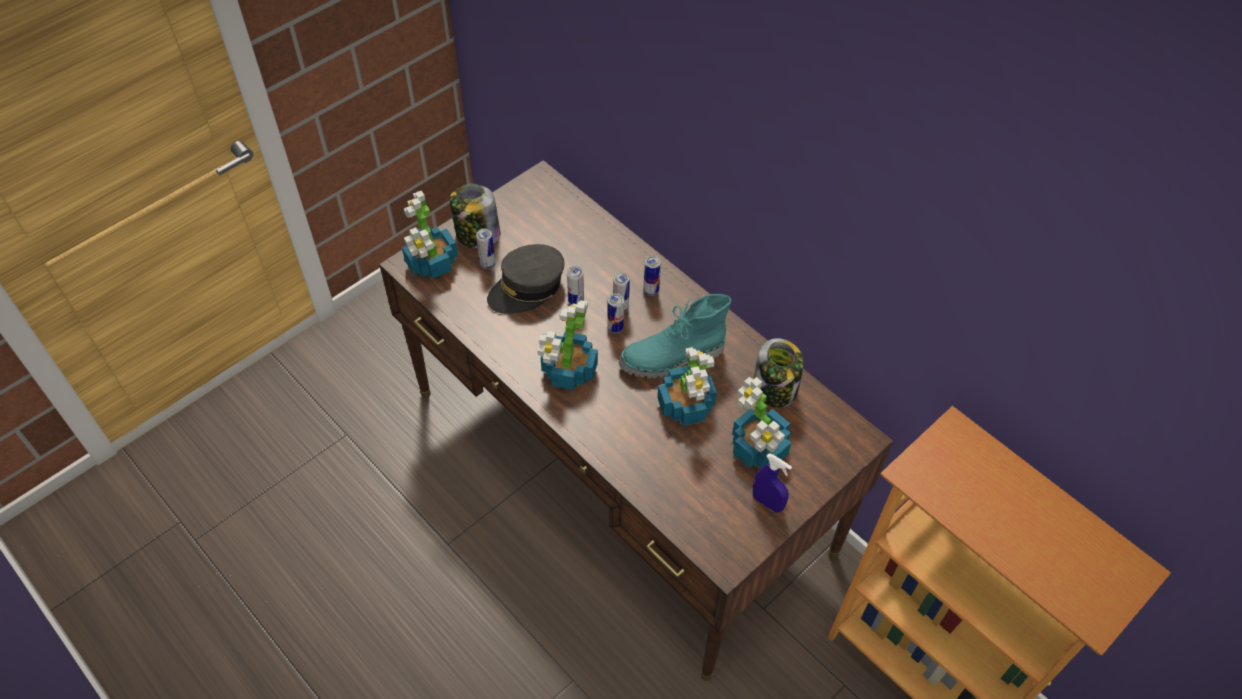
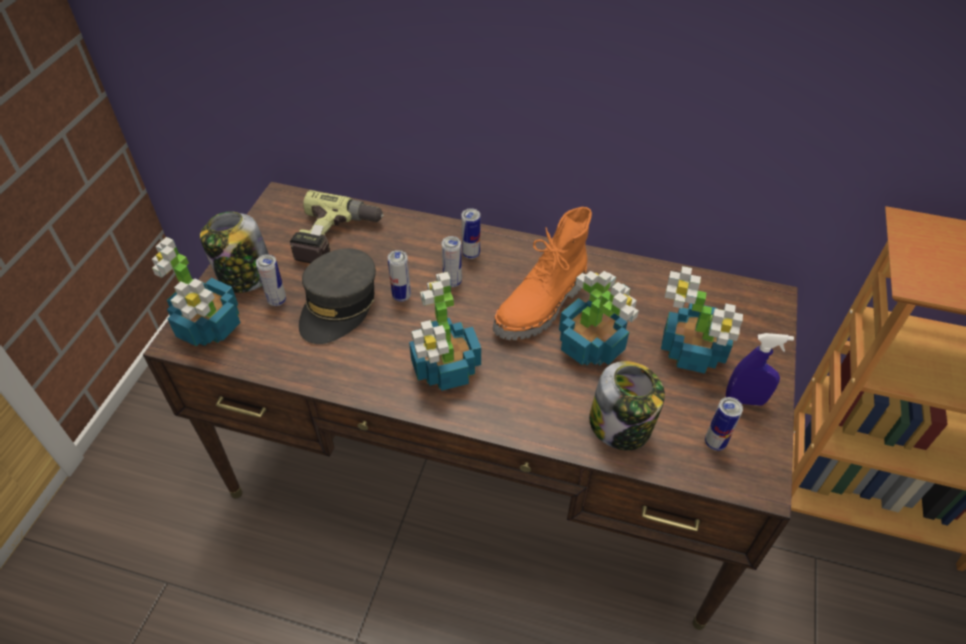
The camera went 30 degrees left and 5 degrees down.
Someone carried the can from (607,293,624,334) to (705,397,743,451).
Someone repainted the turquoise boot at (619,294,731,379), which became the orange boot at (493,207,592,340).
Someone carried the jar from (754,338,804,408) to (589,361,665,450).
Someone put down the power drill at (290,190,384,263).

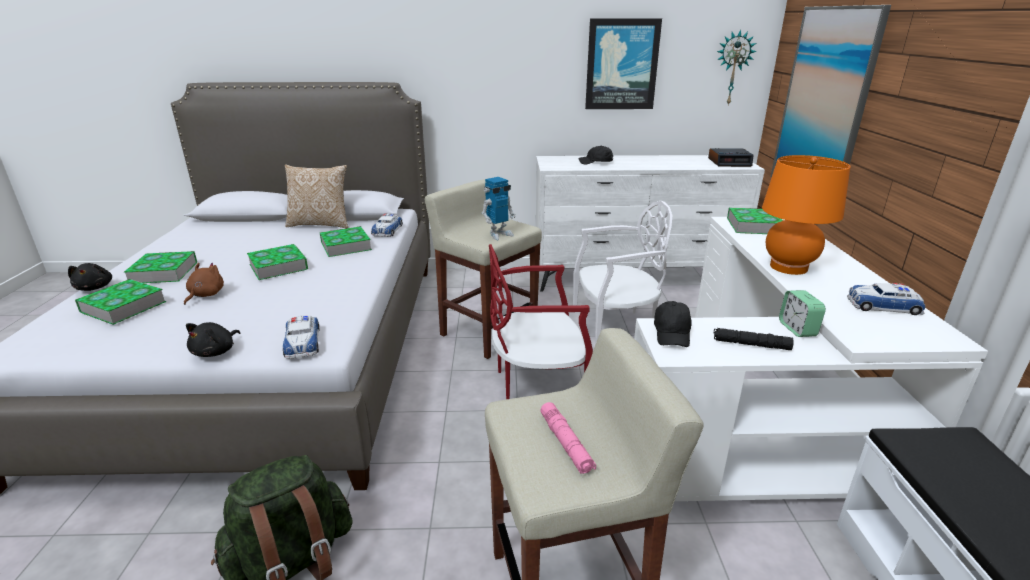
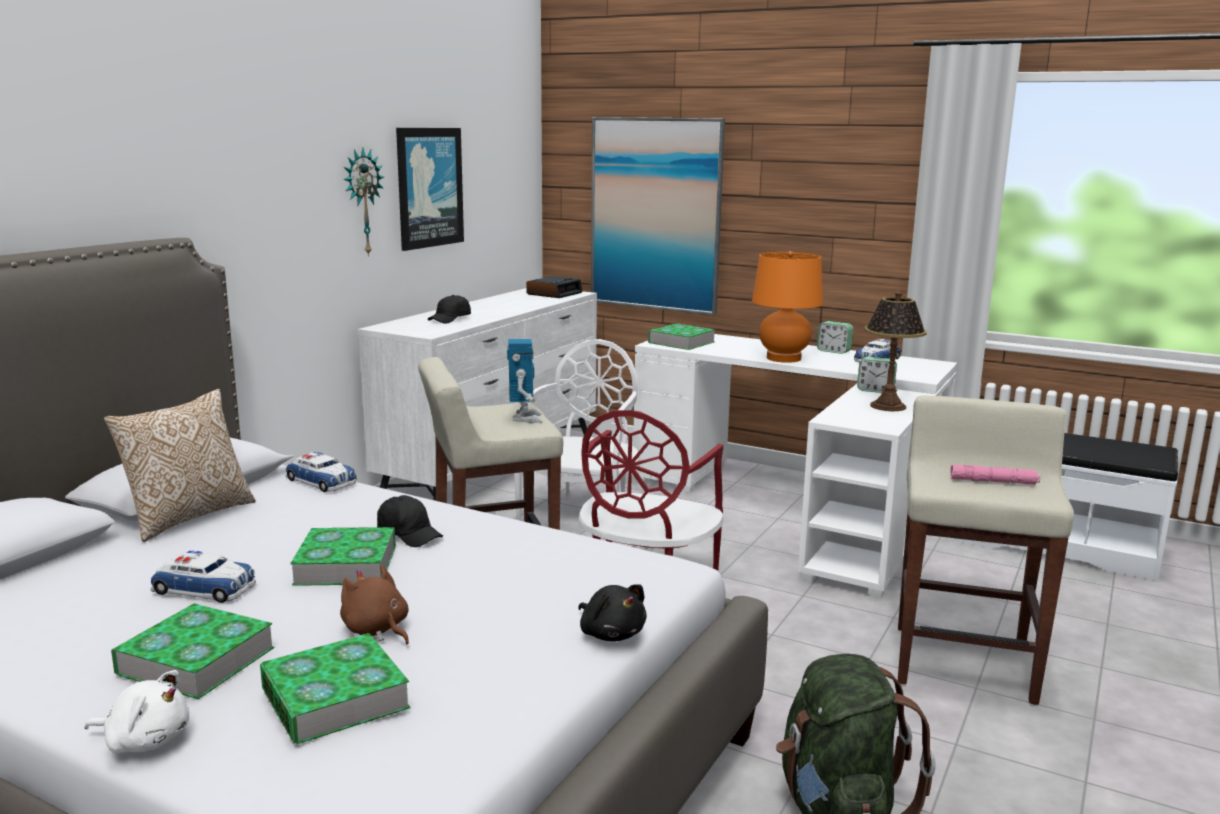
The camera went 60 degrees left and 10 degrees down.
Someone carried the wall clock from (717,29,757,105) to (343,148,384,256).
Someone took away the book at (320,226,372,257).
Someone repainted the black plush toy at (68,263,112,291), which became the white plush toy at (85,670,189,754).
Someone carried the black cap from (654,301,692,347) to (377,495,443,547).
Someone carried the toy car from (283,316,319,359) to (150,551,256,603).
Someone swapped the black flashlight at (714,328,794,350) for the table lamp at (864,291,927,411).
Someone put down the alarm clock at (817,321,853,354).

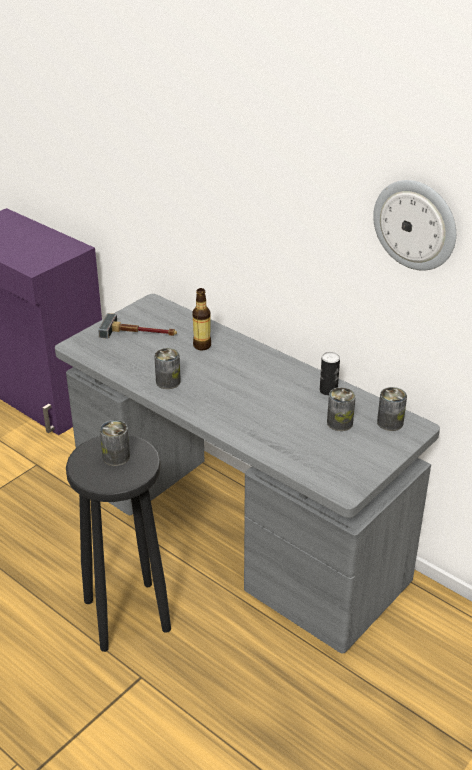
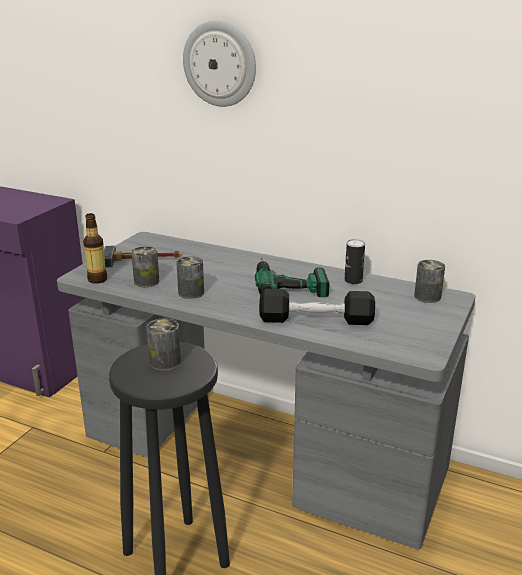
The camera went 15 degrees left and 10 degrees down.
Someone carried the wall clock from (373,180,456,271) to (183,20,256,107).
Someone carried the bottle from (192,288,211,350) to (83,213,107,284).
Someone carried the can from (327,387,356,431) to (131,246,159,287).
Someone put down the power drill at (255,258,330,297).
Someone put down the black dumbbell at (259,289,375,325).

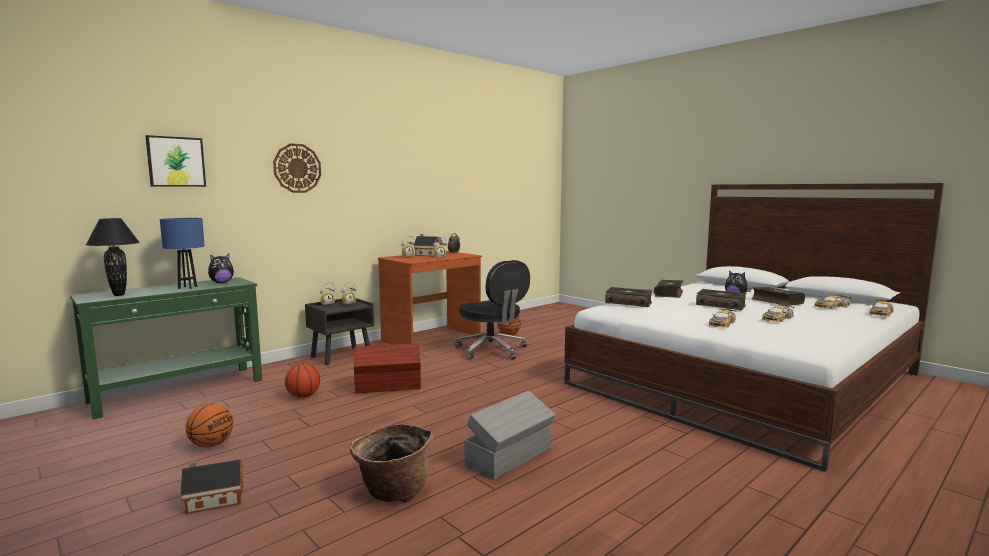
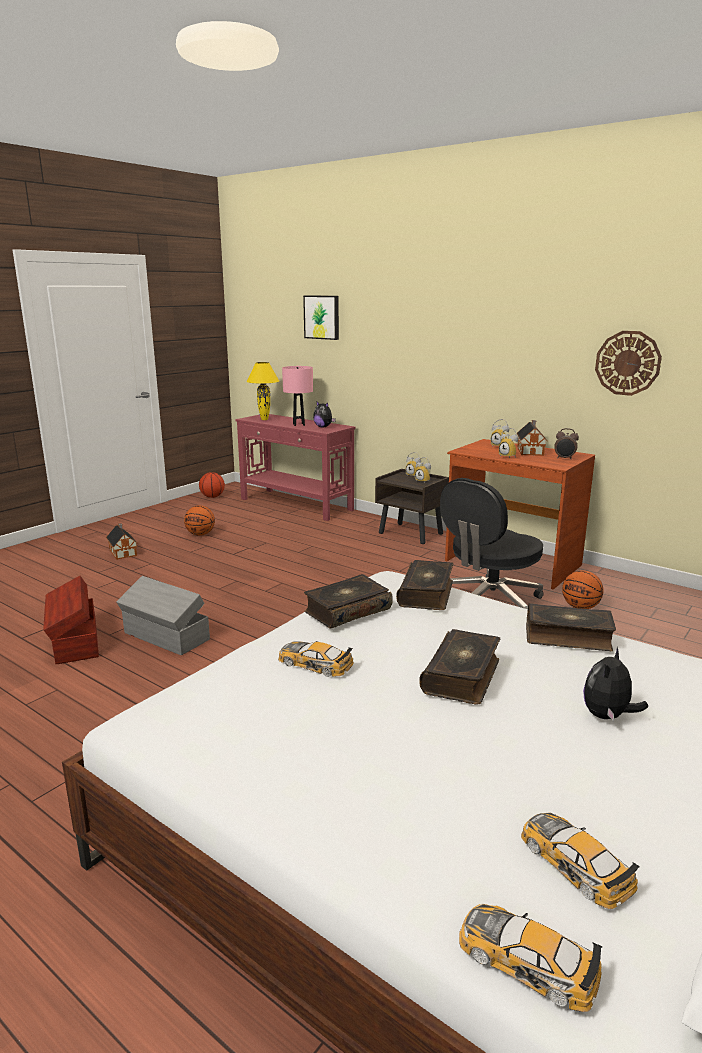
The camera went 80 degrees right and 10 degrees up.
Someone carried the wall clock from (273,143,321,193) to (595,331,662,396).
Someone repainted the black table lamp at (86,218,140,296), which became the yellow table lamp at (247,362,279,420).
Someone repainted the blue table lamp at (160,218,205,289), which became the pink table lamp at (282,366,313,426).
Someone repainted the green console table at (70,277,262,420), which became the red console table at (236,414,356,521).
Someone carried the book from (752,287,805,306) to (304,574,393,629).
Someone took away the toy car at (762,305,794,322).
Someone carried the brown storage box from (354,343,421,393) to (43,576,99,664).
Someone carried the basketball from (285,363,320,398) to (199,472,225,498).
Someone took away the basket at (350,424,433,503).

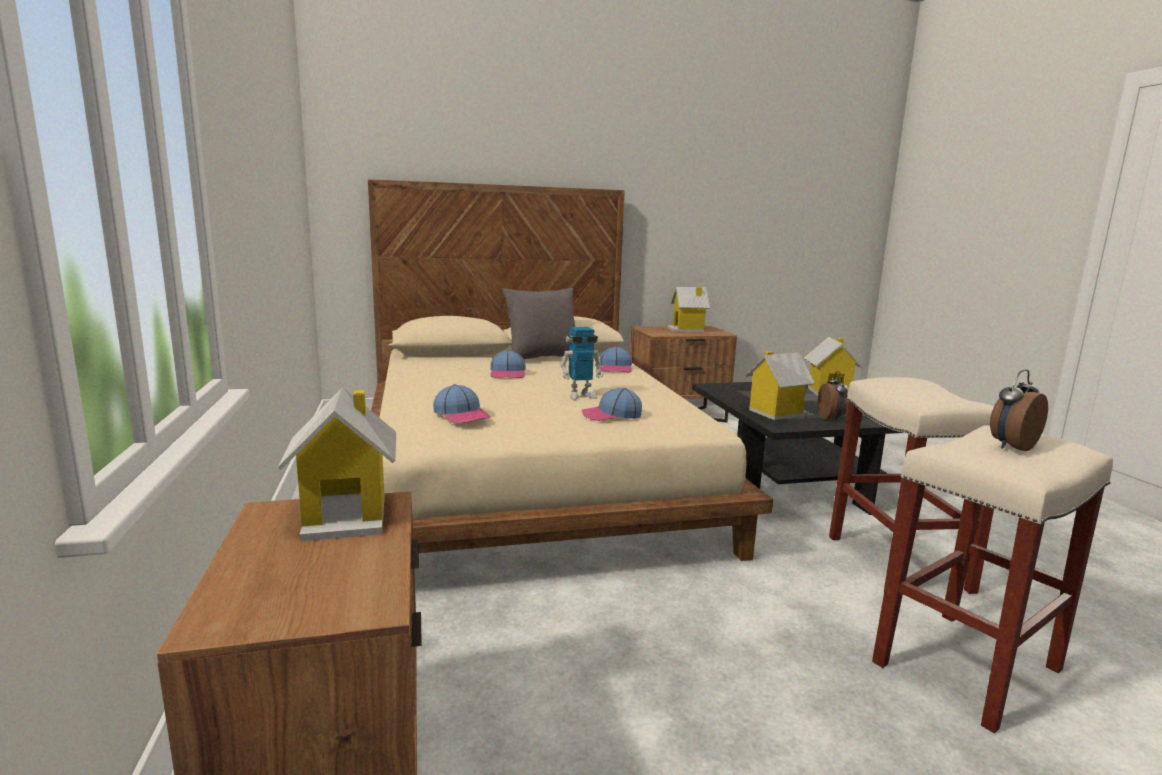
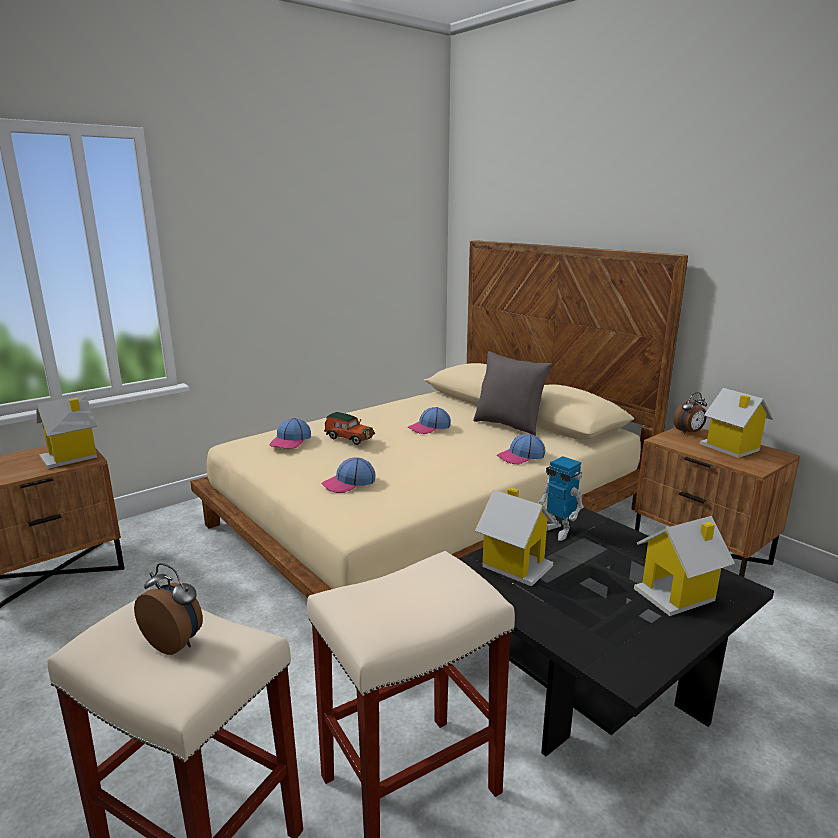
The camera went 65 degrees right and 5 degrees up.
Someone carried the toy robot from (560,327,603,400) to (537,456,583,541).
Someone carried the alarm clock from (818,371,849,422) to (674,392,707,434).
Someone rotated the cap at (582,388,642,421) by 90 degrees counterclockwise.
Someone put down the toy car at (324,412,375,445).

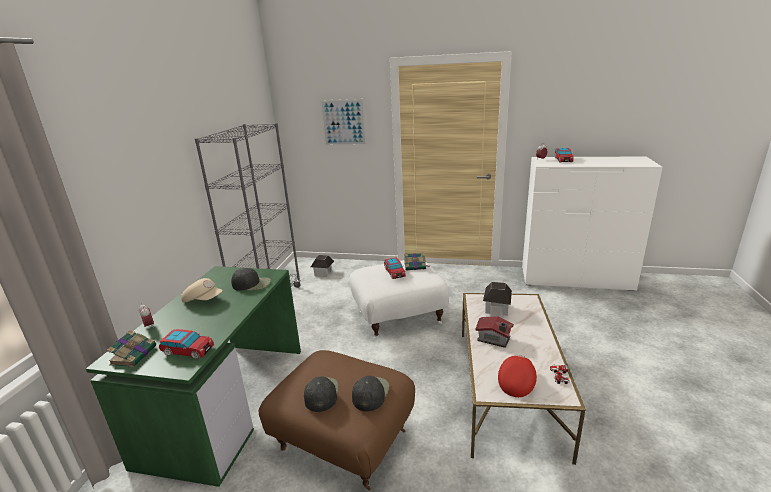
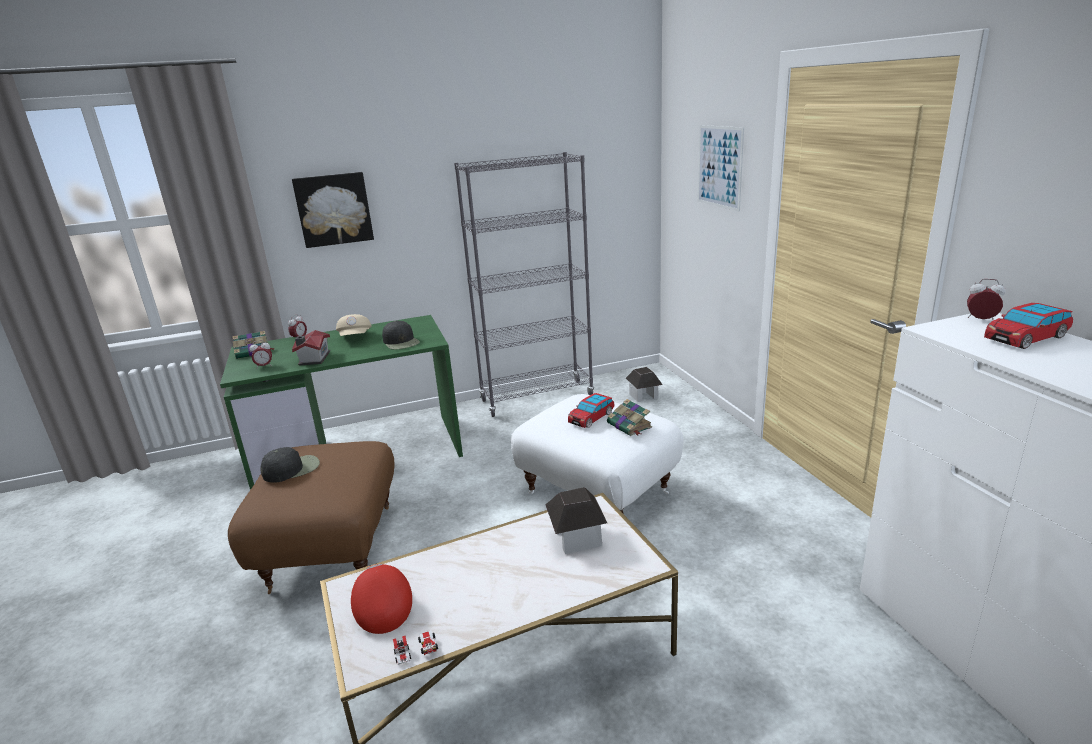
The camera went 60 degrees right and 0 degrees up.
Someone carried the toy house from (475,316,514,348) to (292,330,330,366).
Someone swapped the toy car at (159,329,214,359) for the alarm clock at (249,340,272,369).
Someone rotated the red cap at (498,355,537,397) by 105 degrees counterclockwise.
Someone took away the black cap at (352,376,389,411).
Someone put up the picture at (292,172,374,248).

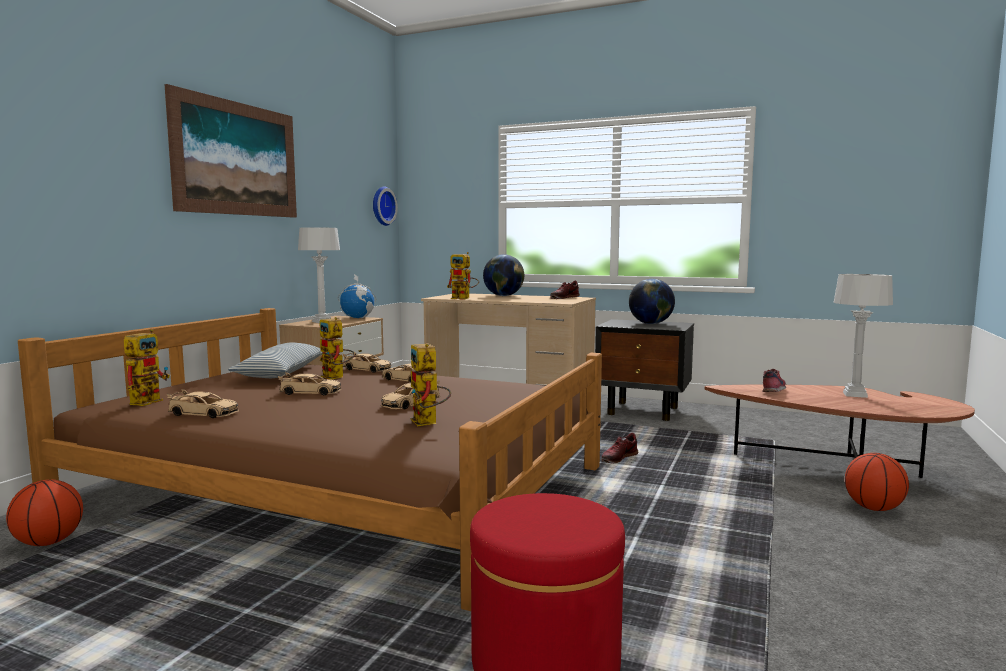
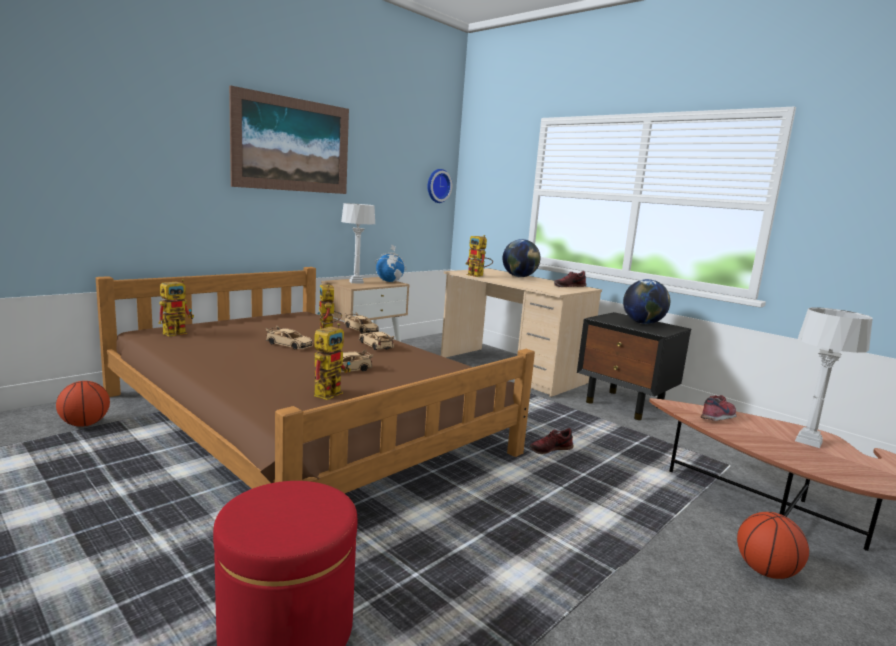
The camera went 20 degrees right and 5 degrees up.
Someone took away the pillow at (228,342,323,378).
Someone rotated the toy robot at (410,343,451,426) by 150 degrees counterclockwise.
Someone took away the beige toy car at (167,389,239,418).

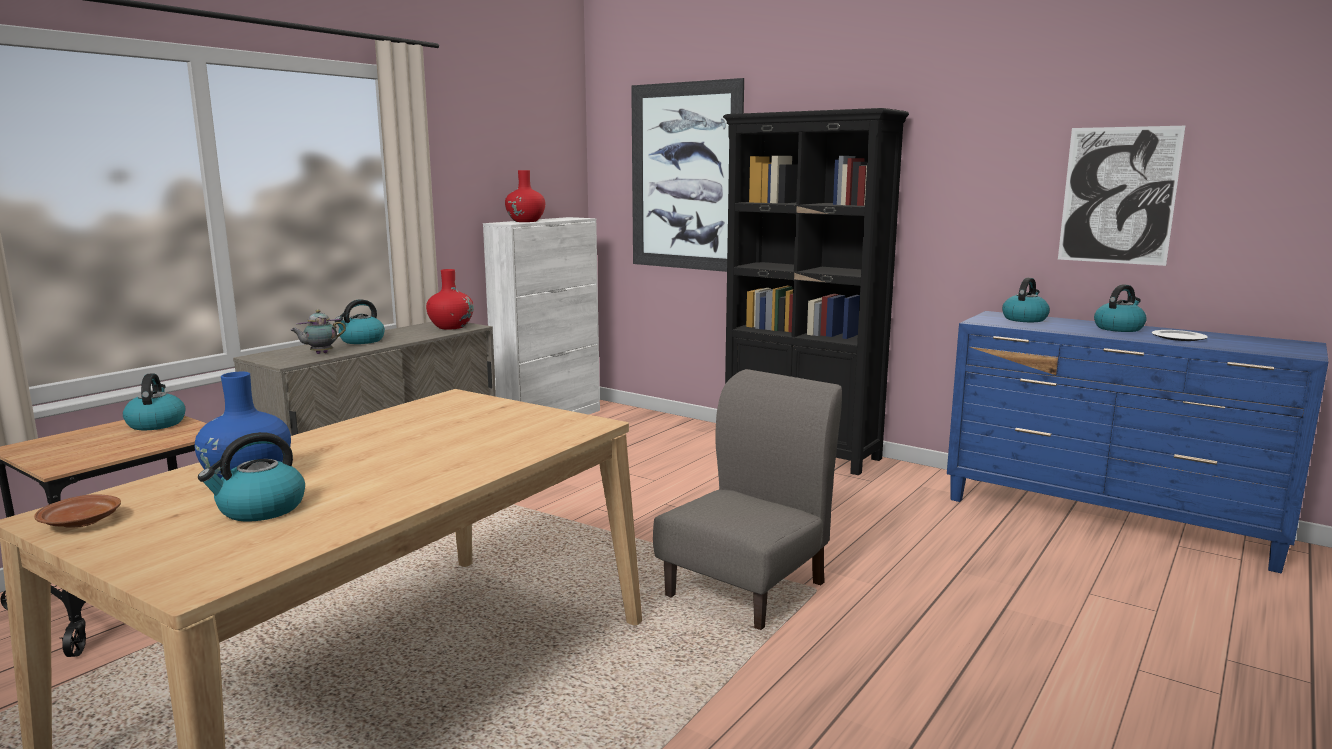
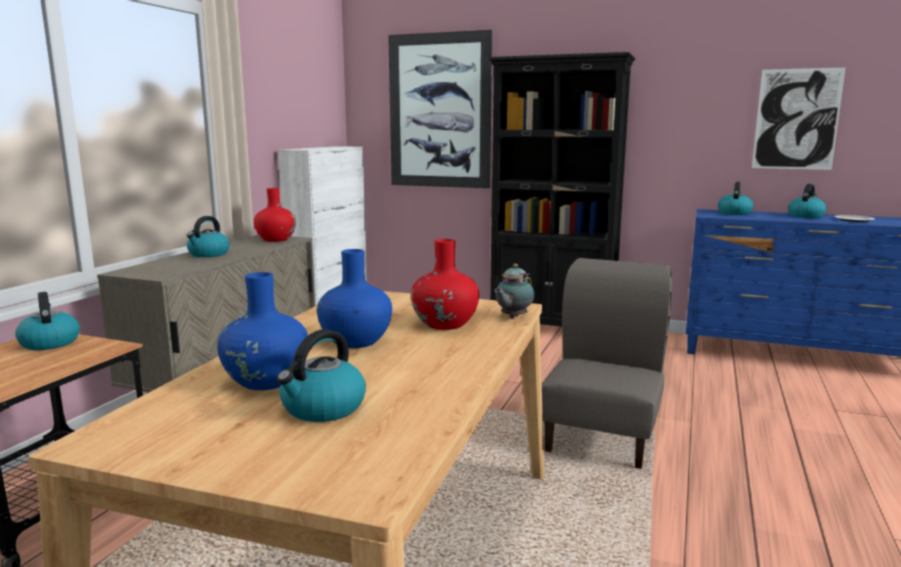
The camera went 15 degrees left and 0 degrees up.
Someone carried the red vase from (505,170,545,222) to (411,239,479,330).
Someone carried the teapot from (290,310,346,354) to (494,264,534,318).
Someone took away the brown plate at (34,494,121,528).
Someone put down the blue vase at (317,249,392,348).

